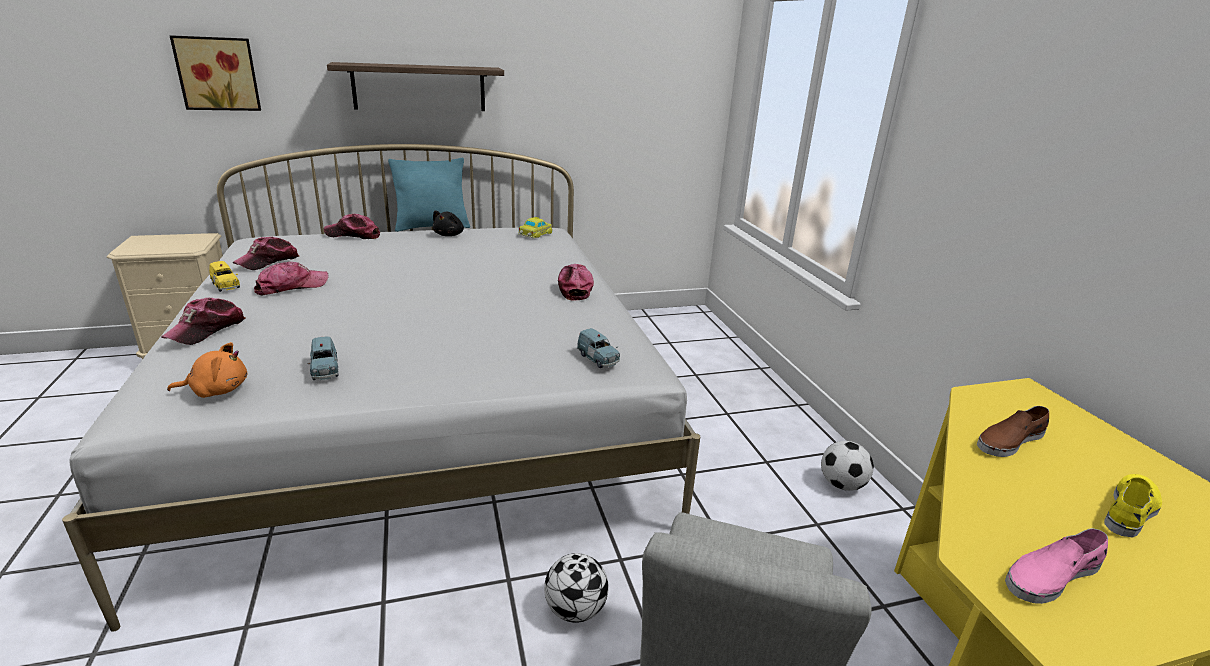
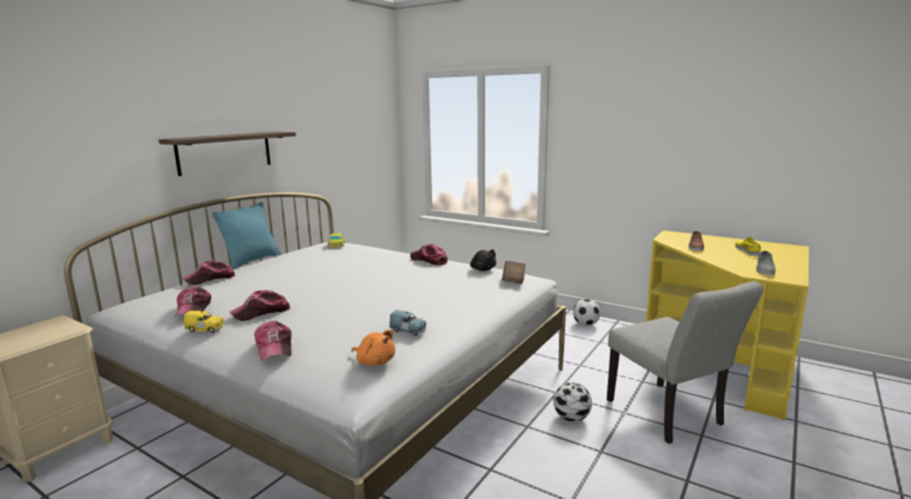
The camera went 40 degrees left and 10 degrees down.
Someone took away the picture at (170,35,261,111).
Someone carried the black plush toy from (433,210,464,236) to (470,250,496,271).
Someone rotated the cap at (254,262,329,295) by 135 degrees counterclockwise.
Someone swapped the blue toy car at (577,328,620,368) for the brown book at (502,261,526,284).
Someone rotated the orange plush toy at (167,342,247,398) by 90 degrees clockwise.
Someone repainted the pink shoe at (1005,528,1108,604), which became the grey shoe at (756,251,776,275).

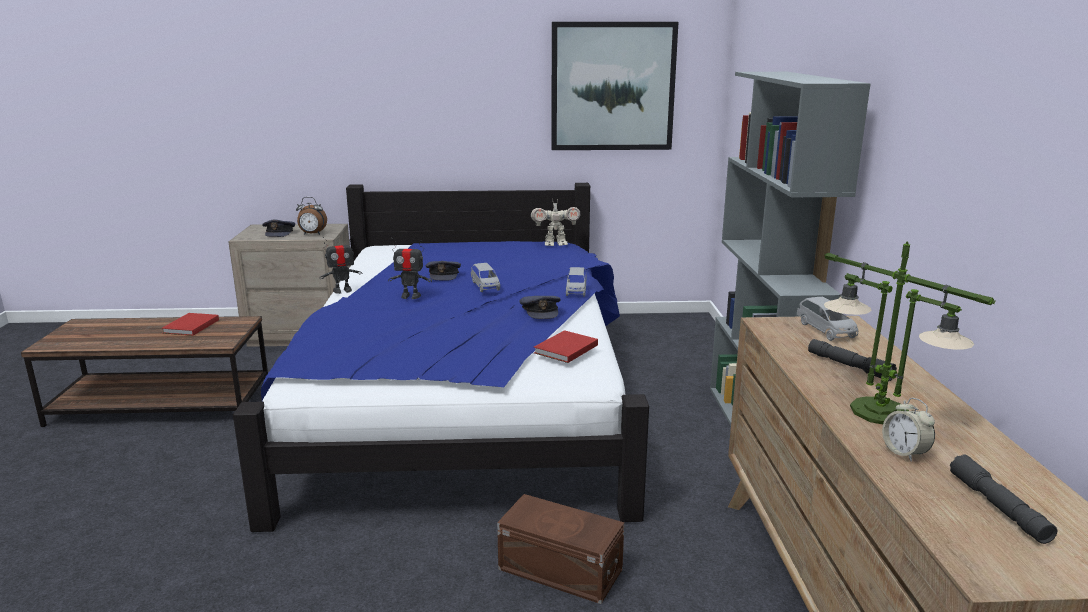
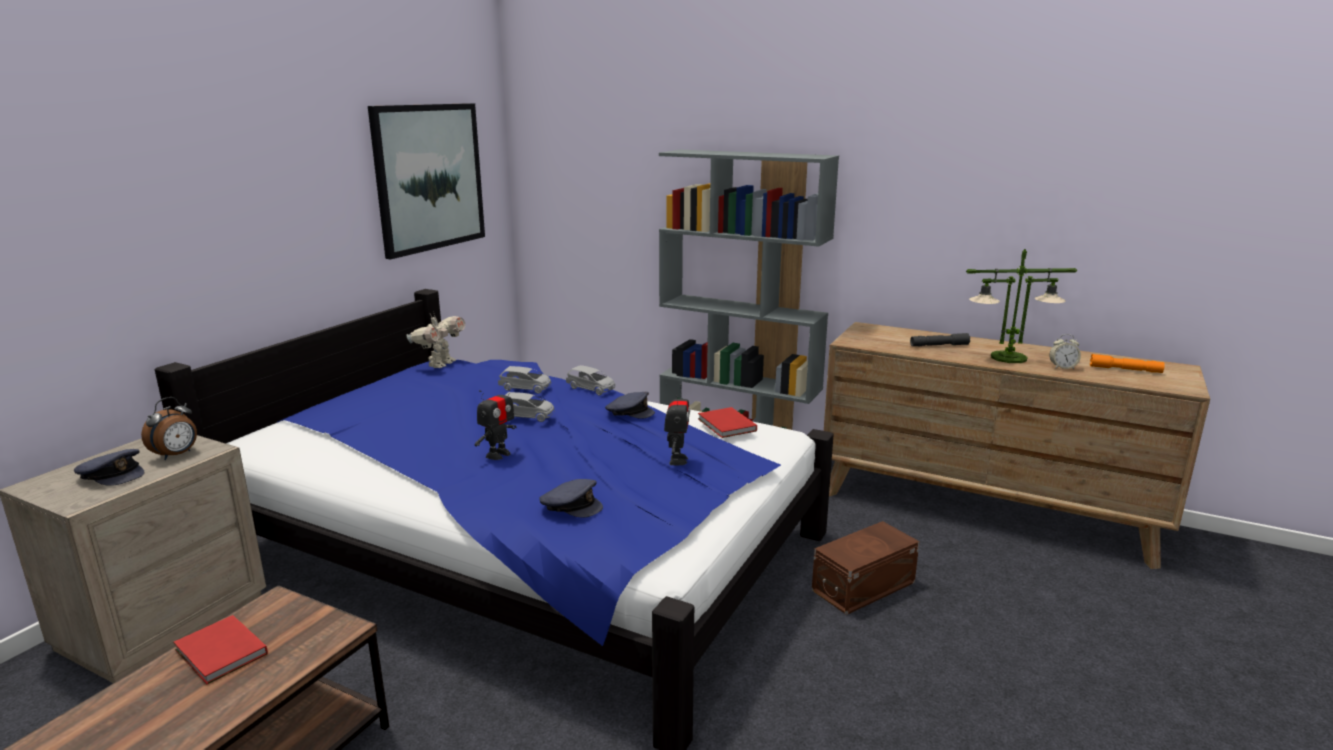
The camera went 60 degrees left and 0 degrees up.
Someone carried the toy robot from (320,235,362,294) to (664,384,690,465).
Someone carried the grey cap from (426,261,461,281) to (539,479,603,518).
Someone carried the grey toy car from (797,297,858,341) to (498,366,551,394).
Someone repainted the grey flashlight at (950,454,1057,544), which became the orange flashlight at (1090,354,1165,373).

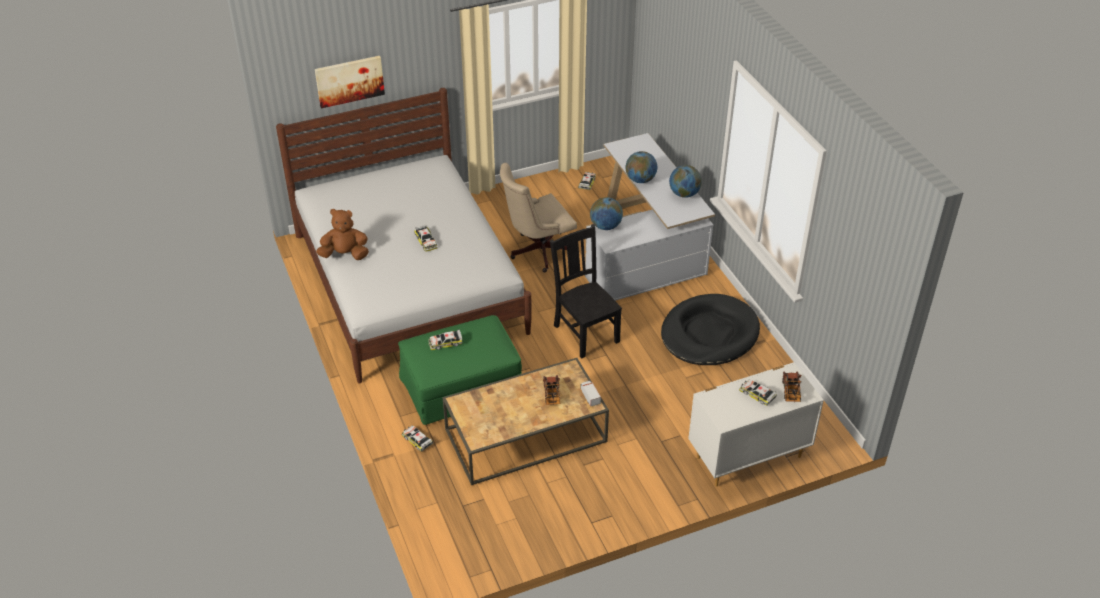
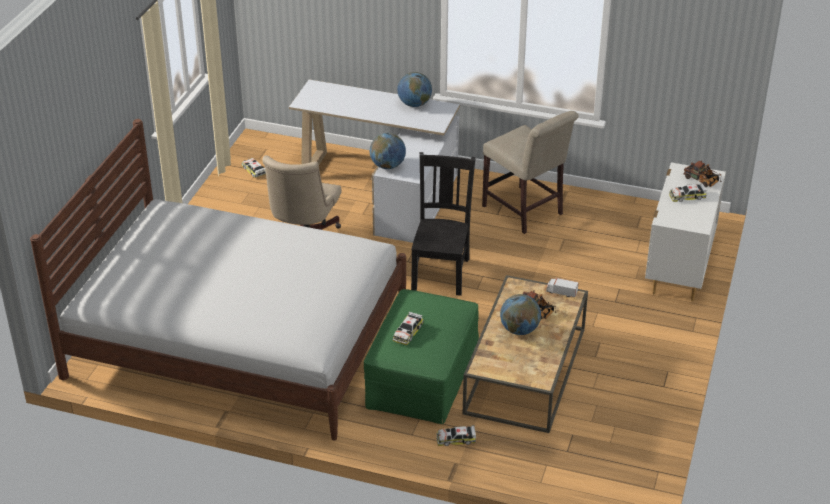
The camera went 50 degrees left and 5 degrees down.
Someone took away the picture at (315,56,385,108).
Someone carried the globe from (626,151,657,183) to (500,294,541,335).
Someone took away the brown plush toy at (316,209,369,260).
Someone rotated the black chair at (550,224,622,359) by 90 degrees clockwise.
Someone took away the toy car at (414,225,437,252).
Someone swapped the black dog bed at (661,294,760,365) for the beige chair at (482,111,579,234).

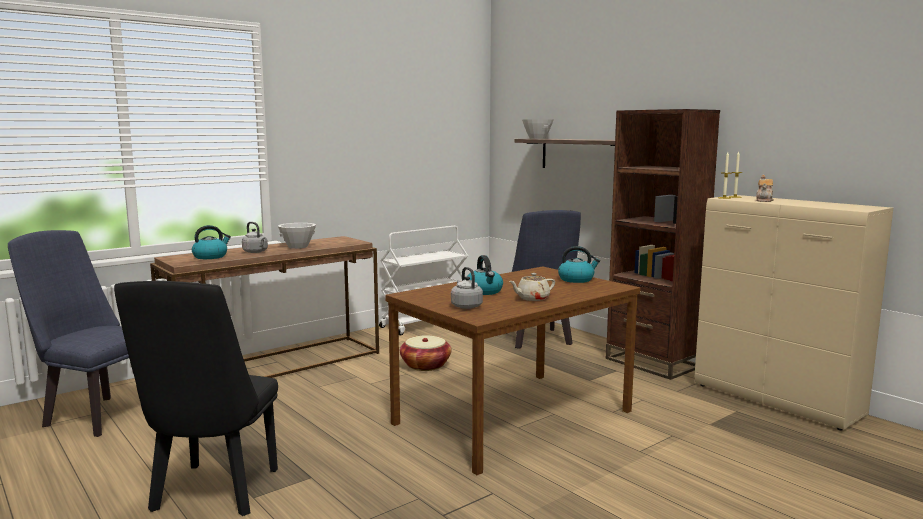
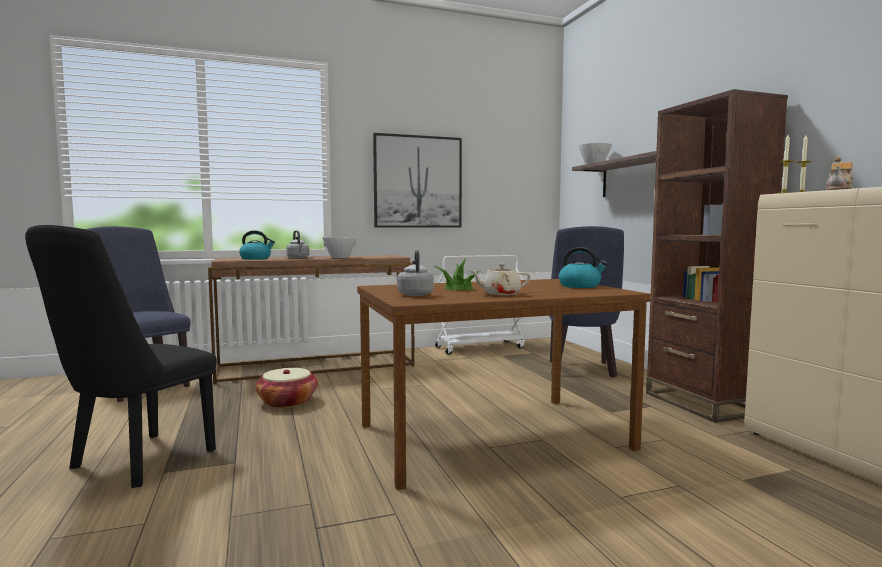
The camera went 20 degrees right and 5 degrees down.
Someone swapped the kettle at (468,255,503,295) for the potted plant at (435,259,480,290).
Someone carried the basket from (400,335,452,371) to (255,368,318,408).
Someone put up the picture at (373,133,462,228).

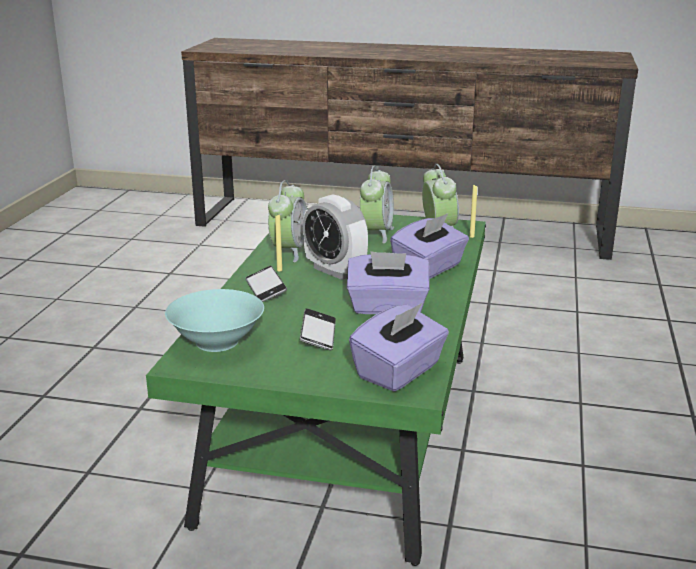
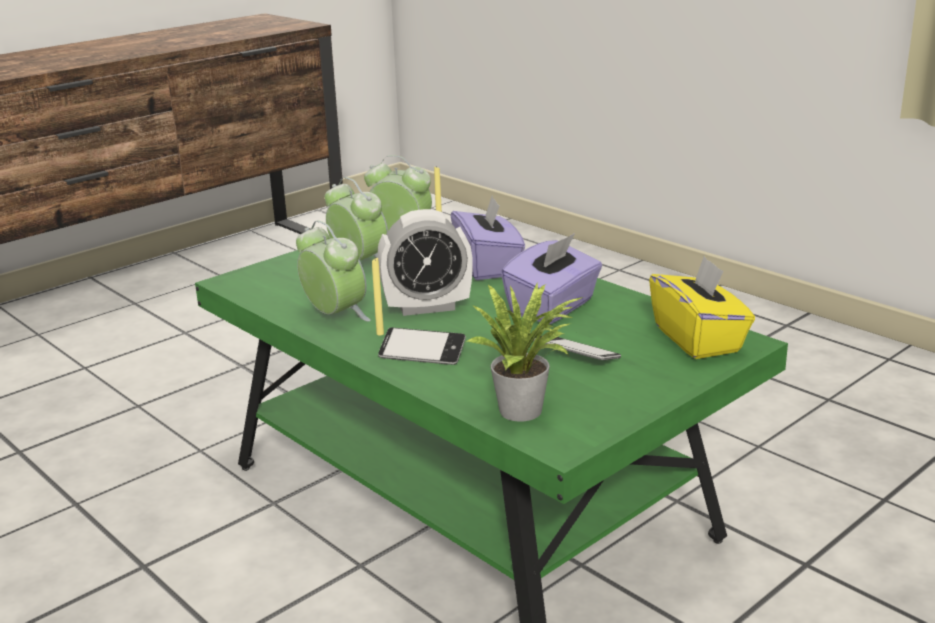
The camera went 55 degrees left and 0 degrees up.
Someone swapped the turquoise bowl at (165,289,264,352) for the potted plant at (468,283,583,422).
Someone repainted the purple tissue box at (349,303,449,392), which became the yellow tissue box at (649,255,755,359).

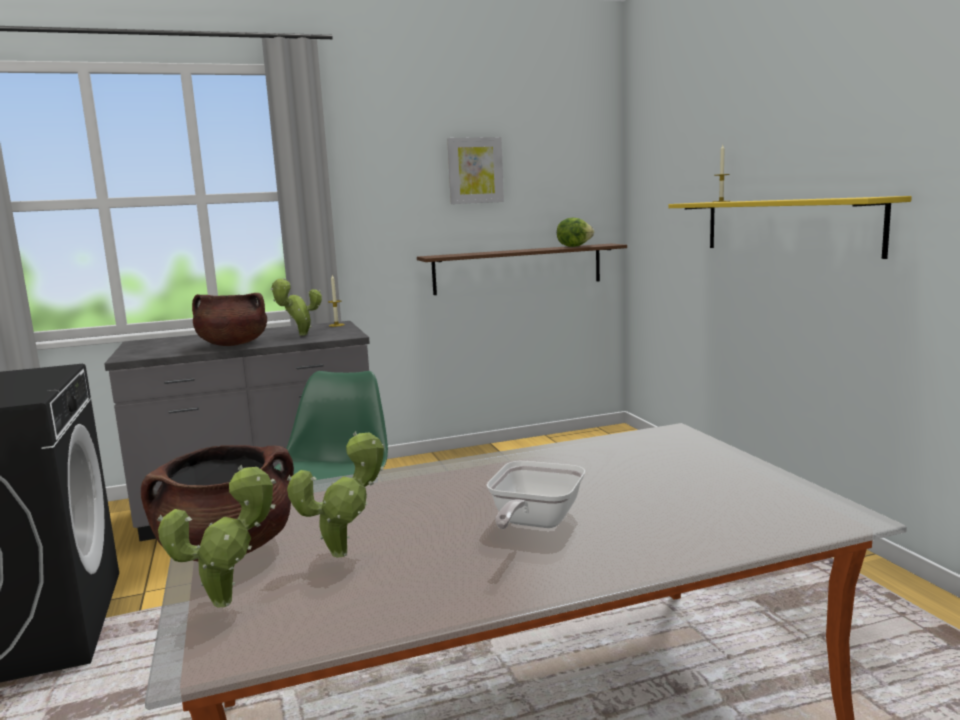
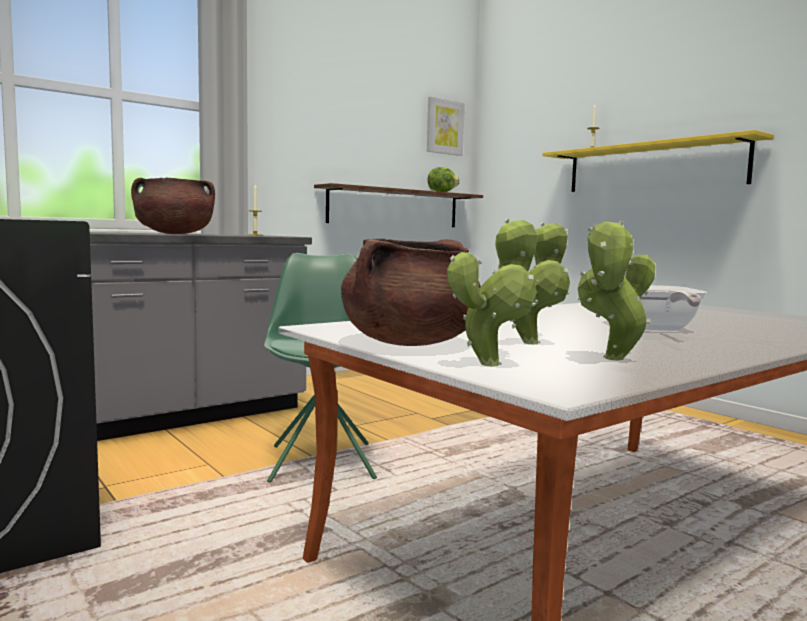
The camera went 20 degrees left and 5 degrees down.
Someone carried the picture from (447,137,504,204) to (427,97,465,156).
Someone carried the potted plant from (271,278,322,336) to (577,220,655,360).

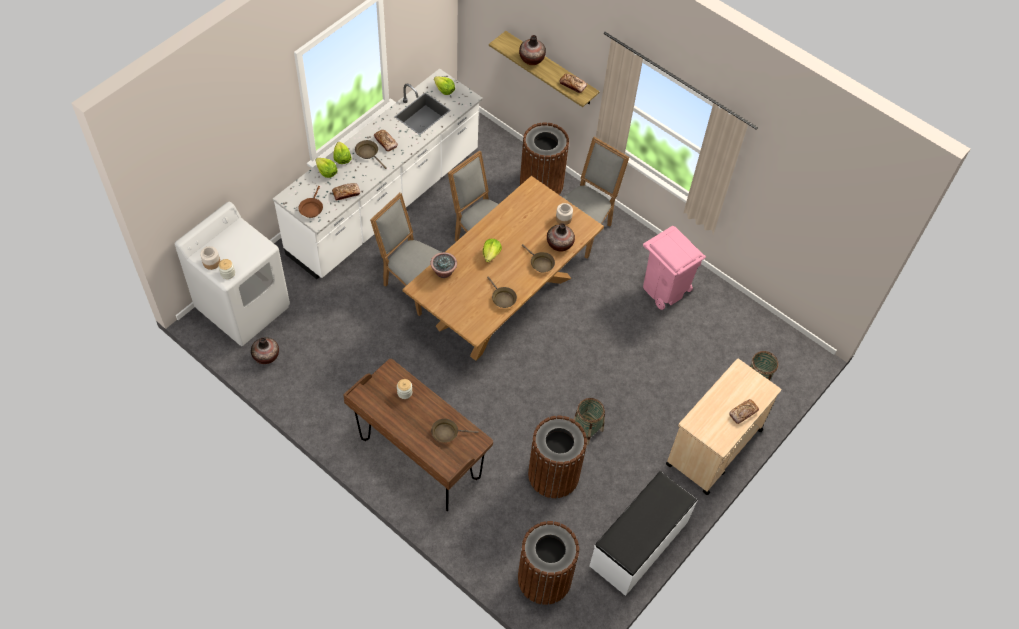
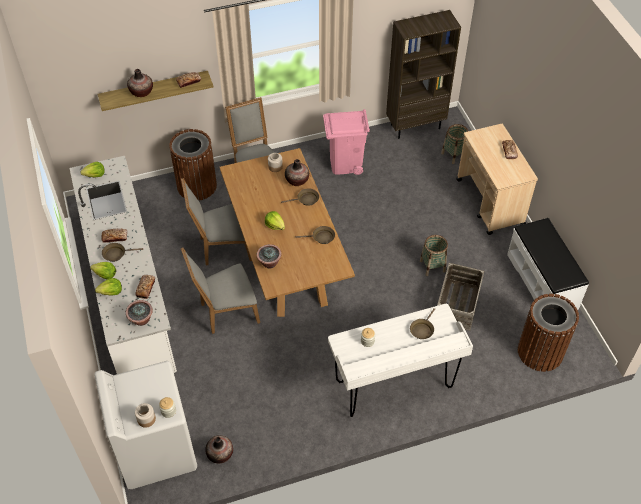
The camera went 55 degrees left and 5 degrees down.
Someone swapped the brown frying pan at (298,186,323,218) for the potted plant at (126,300,153,326).
Someone repainted the brown desk at (343,359,493,511), which became the white desk at (328,304,473,417).
Someone swapped the brown trash can at (528,416,587,498) for the crate at (437,263,485,331).
Someone put down the brown bookcase at (386,10,461,139).

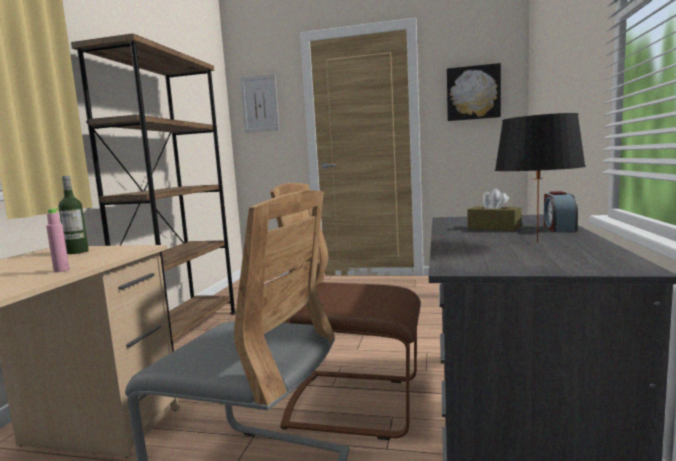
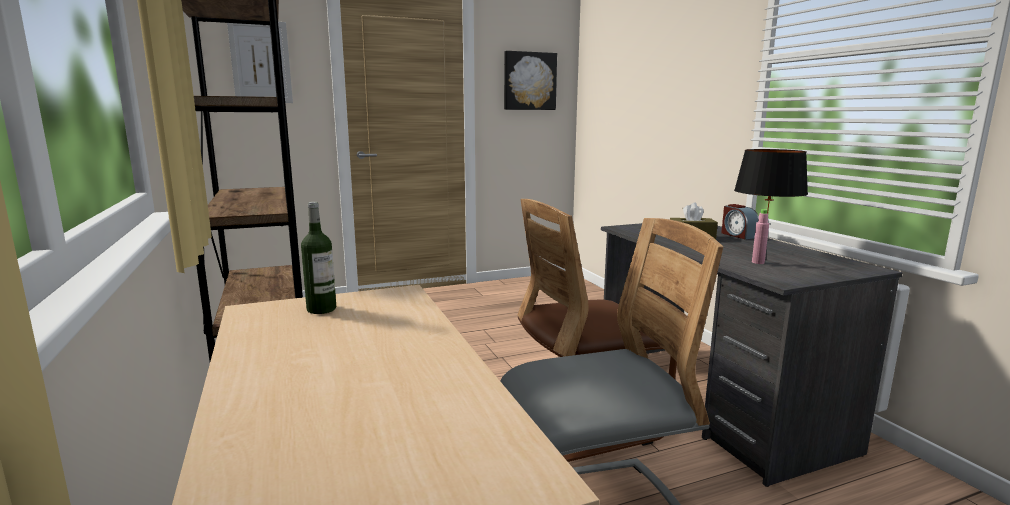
The camera went 35 degrees left and 5 degrees up.
Someone carried the pink bottle from (46,208,69,272) to (752,209,769,264).

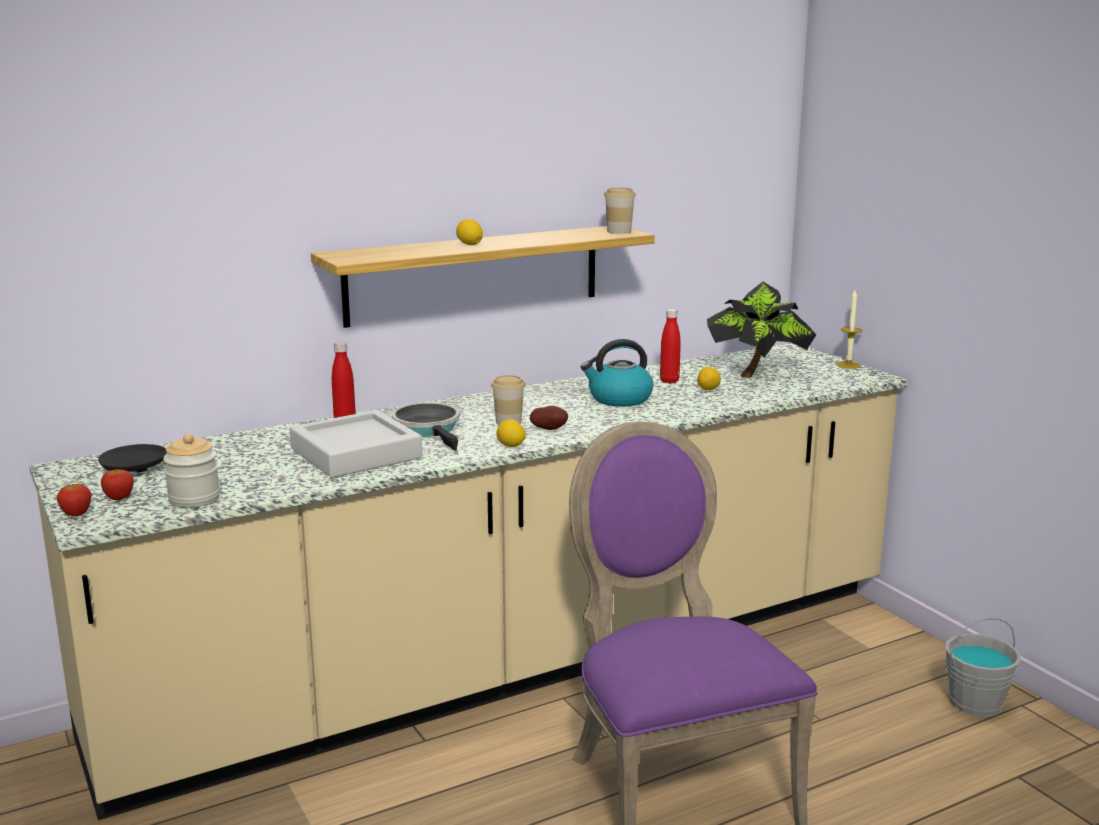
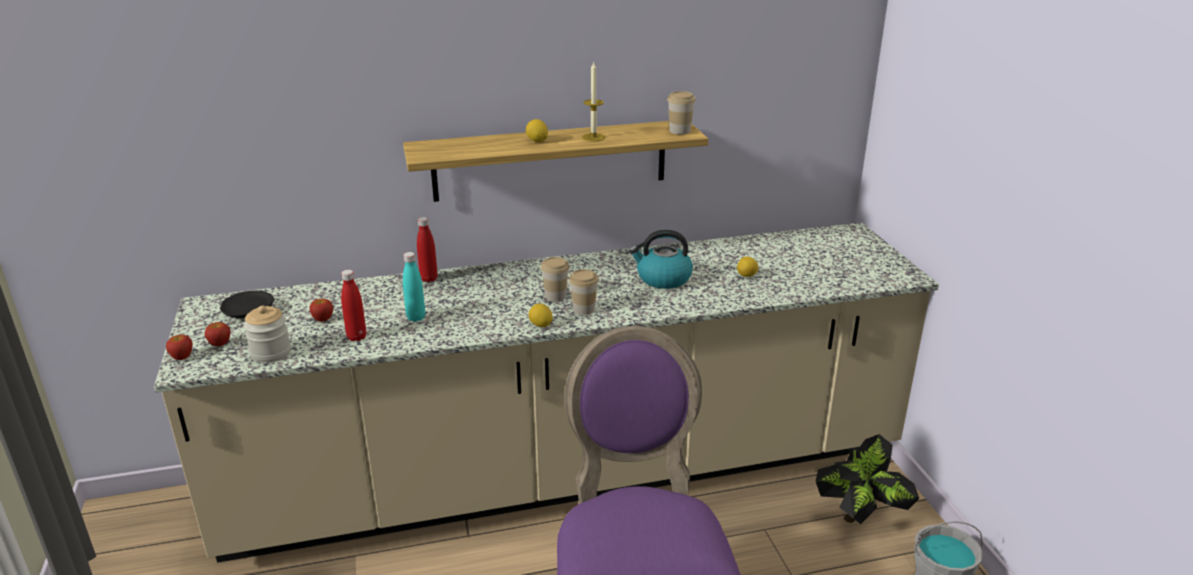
The camera went 15 degrees right and 10 degrees up.
Someone carried the potted plant from (707,282,817,378) to (816,434,919,524).
Someone carried the candle from (836,290,862,369) to (582,61,605,141).
Someone carried the red bottle from (660,309,681,383) to (341,270,366,341).
Someone took away the frying pan at (392,403,460,451).
Someone swapped the potato at (530,406,568,430) for the cup at (569,269,599,315).
Someone swapped the grey tray at (290,410,422,478) for the turquoise bottle at (403,252,425,322).
Someone put down the apple at (310,299,333,322).

